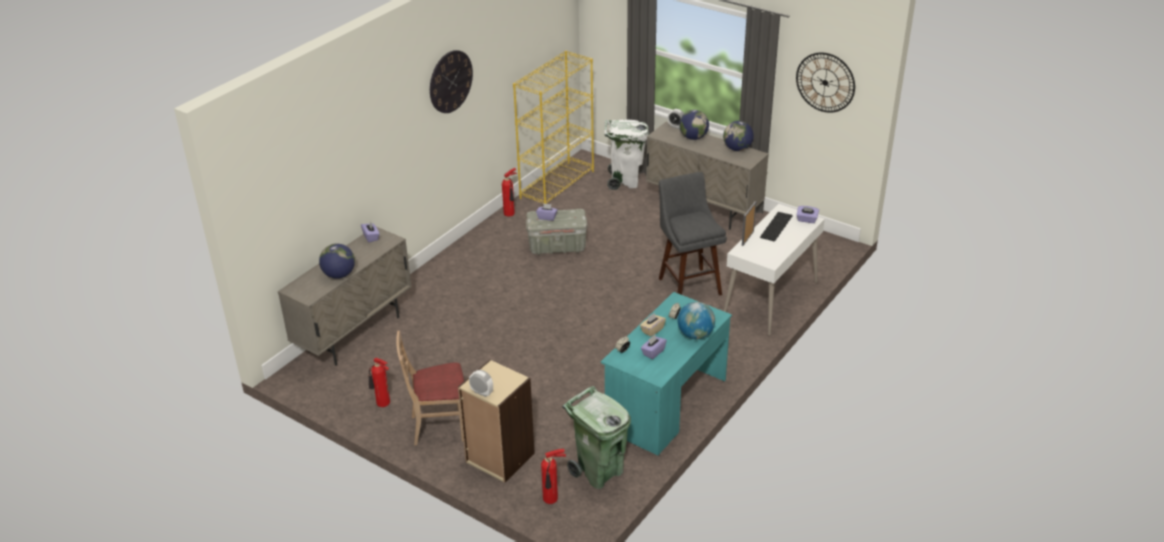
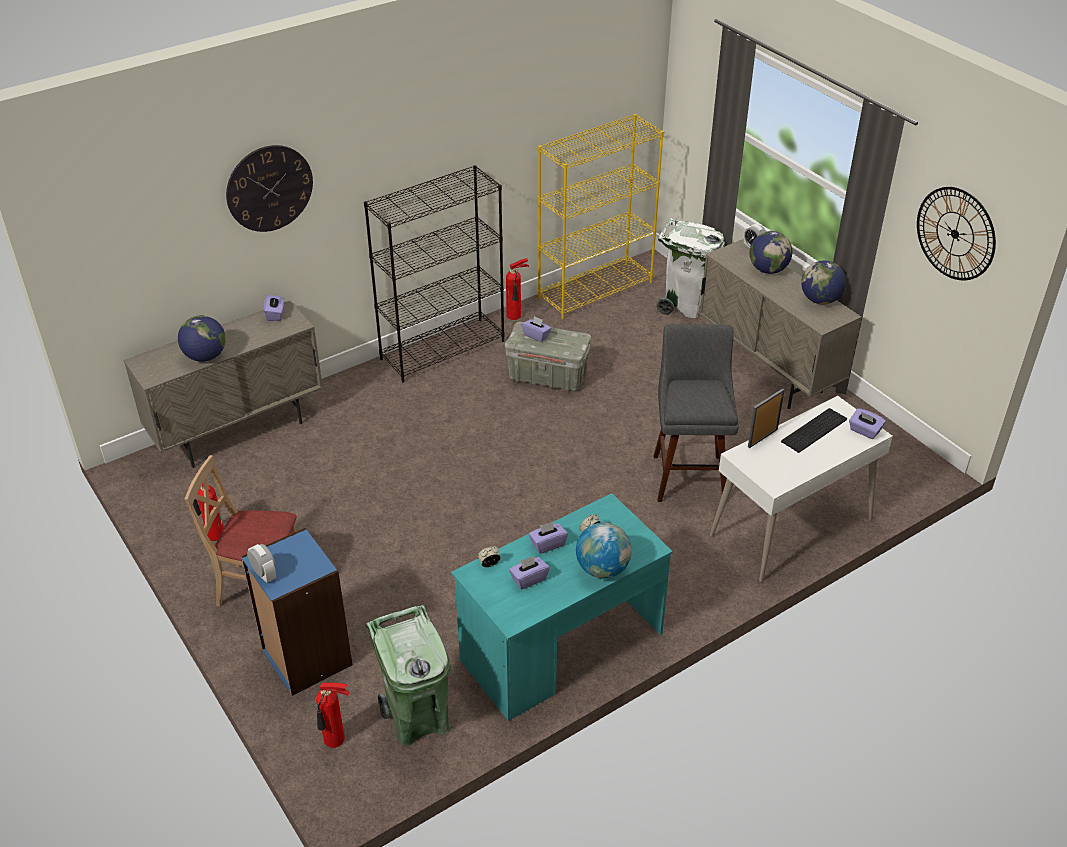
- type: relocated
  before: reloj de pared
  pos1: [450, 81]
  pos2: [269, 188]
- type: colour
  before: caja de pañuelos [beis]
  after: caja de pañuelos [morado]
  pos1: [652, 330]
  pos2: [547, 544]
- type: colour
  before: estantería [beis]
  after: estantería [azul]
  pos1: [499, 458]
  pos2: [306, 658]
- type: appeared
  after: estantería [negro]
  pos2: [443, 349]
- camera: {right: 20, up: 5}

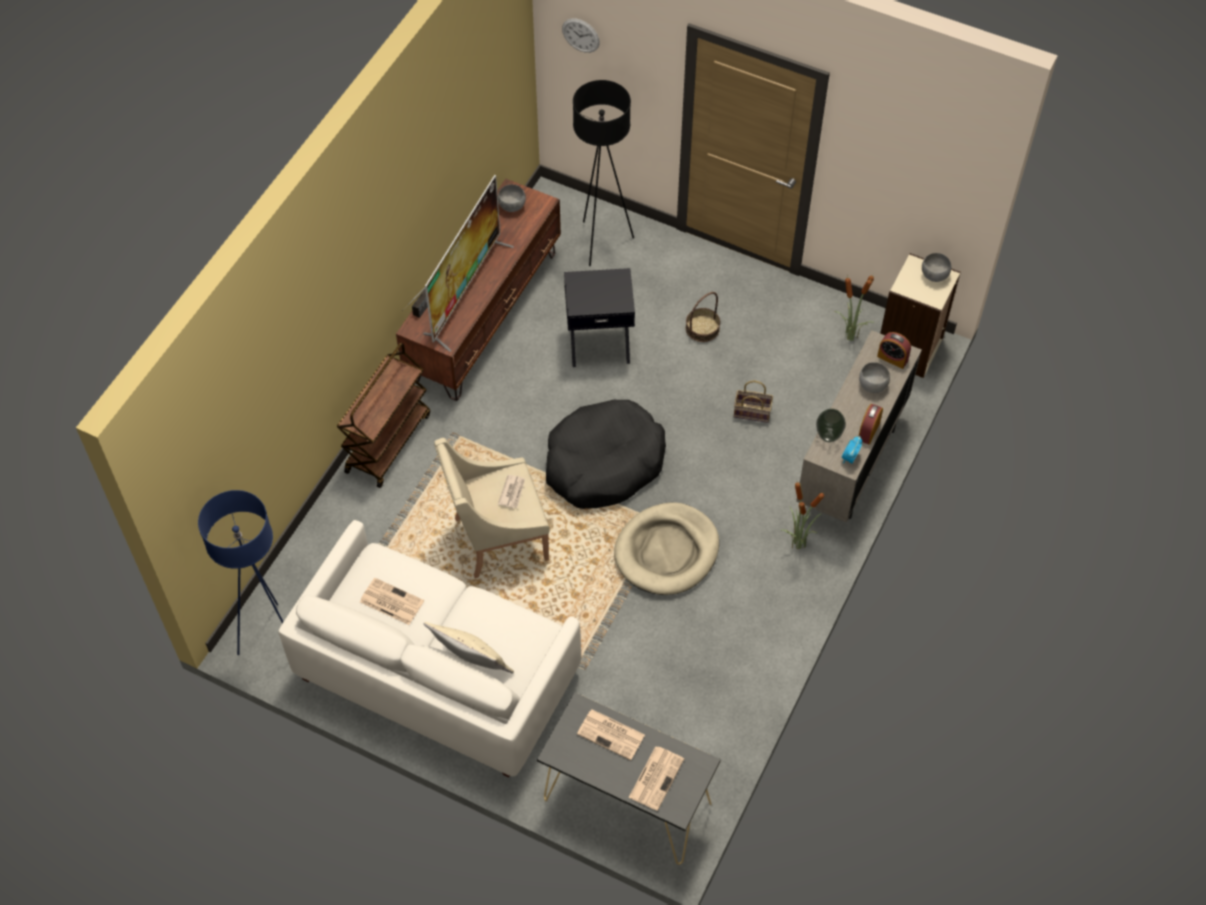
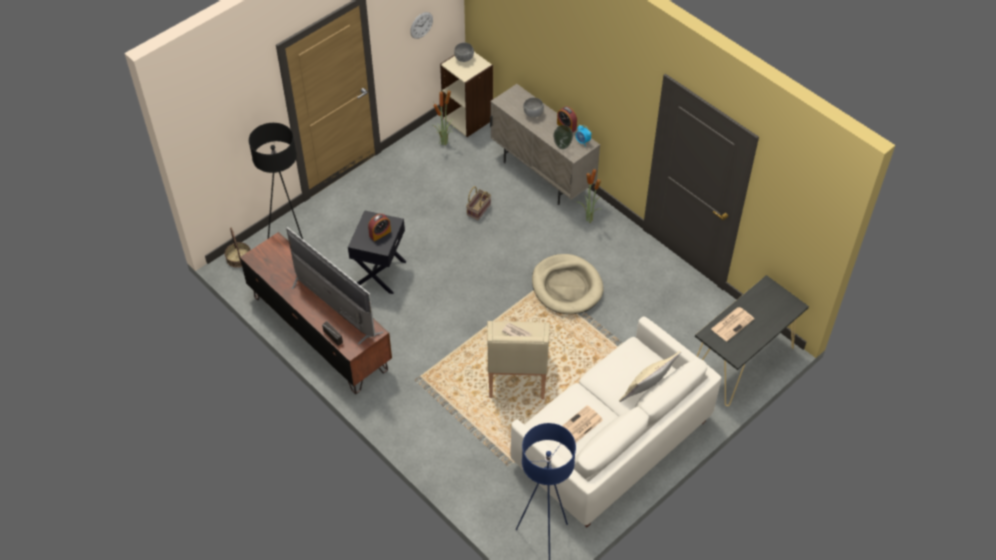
- type: relocated
  before: reloj de pared
  pos1: [580, 35]
  pos2: [421, 25]
- type: missing
  before: cuenco [gris]
  pos1: [512, 207]
- type: relocated
  before: cesta
  pos1: [702, 328]
  pos2: [238, 257]
- type: relocated
  before: despertador
  pos1: [892, 358]
  pos2: [380, 233]
- type: missing
  before: carrito [marrón]
  pos1: [388, 442]
- type: missing
  before: cama para perro [negro]
  pos1: [603, 463]
- type: missing
  before: periódico
  pos1: [656, 777]
- camera: {right: -70, up: -5}

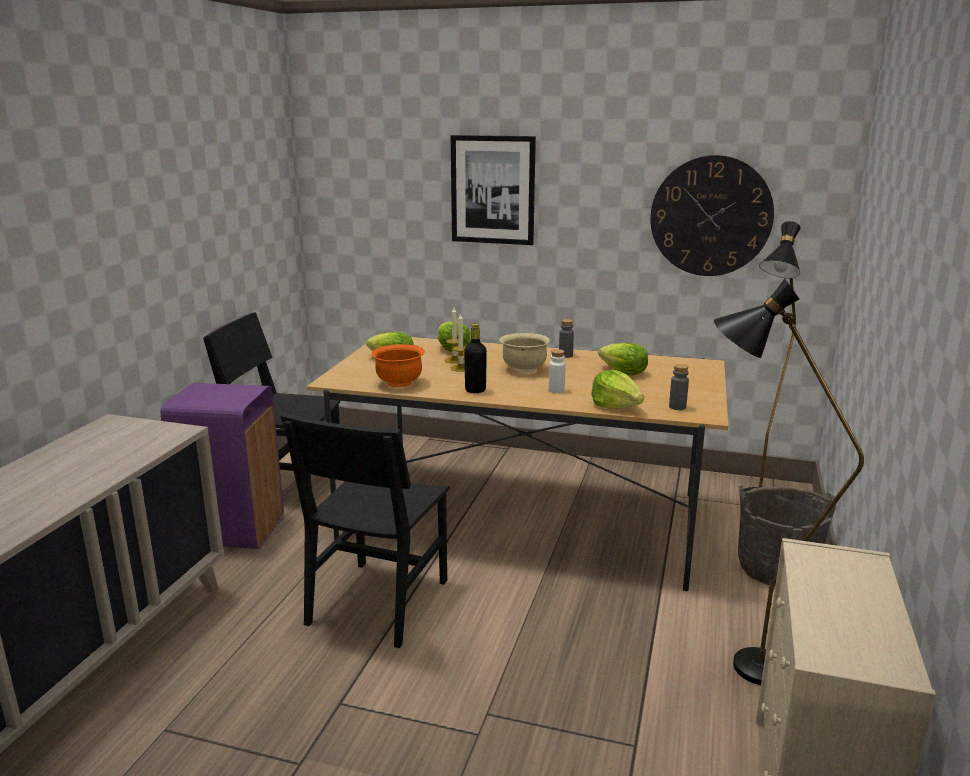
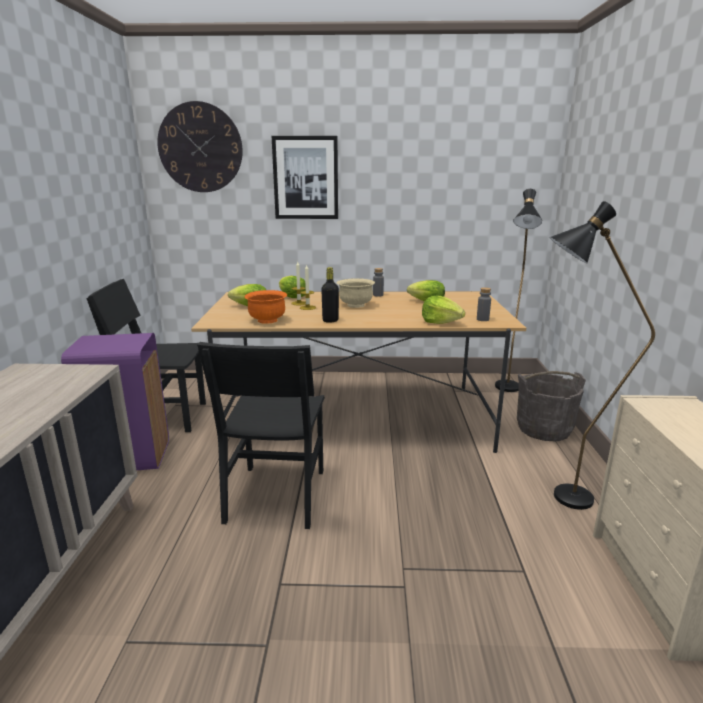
- type: relocated
  before: reloj de pared
  pos1: [710, 216]
  pos2: [200, 148]
- type: missing
  before: botella [blanco]
  pos1: [556, 390]
- camera: {right: -15, up: 0}

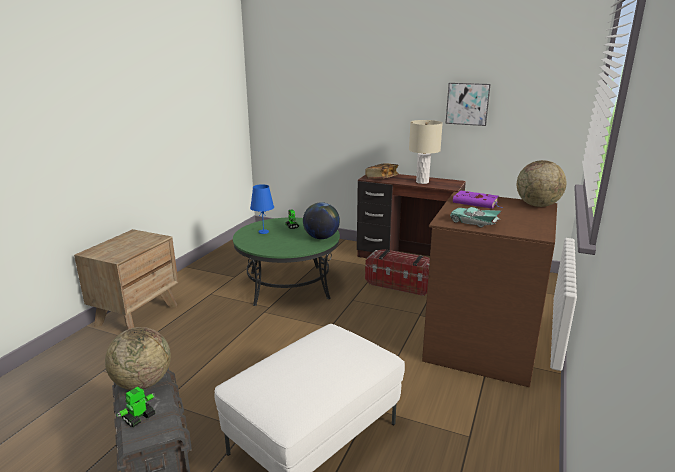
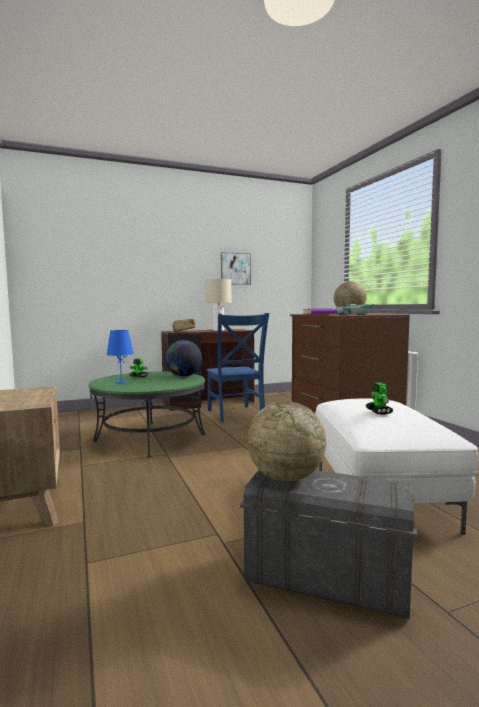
- type: exchanged
  before: caja de almacenaje
  after: silla [azul]
  pos1: [400, 284]
  pos2: [235, 414]
- type: relocated
  before: robot de juguete
  pos1: [138, 418]
  pos2: [379, 412]
- camera: {right: -45, up: -15}

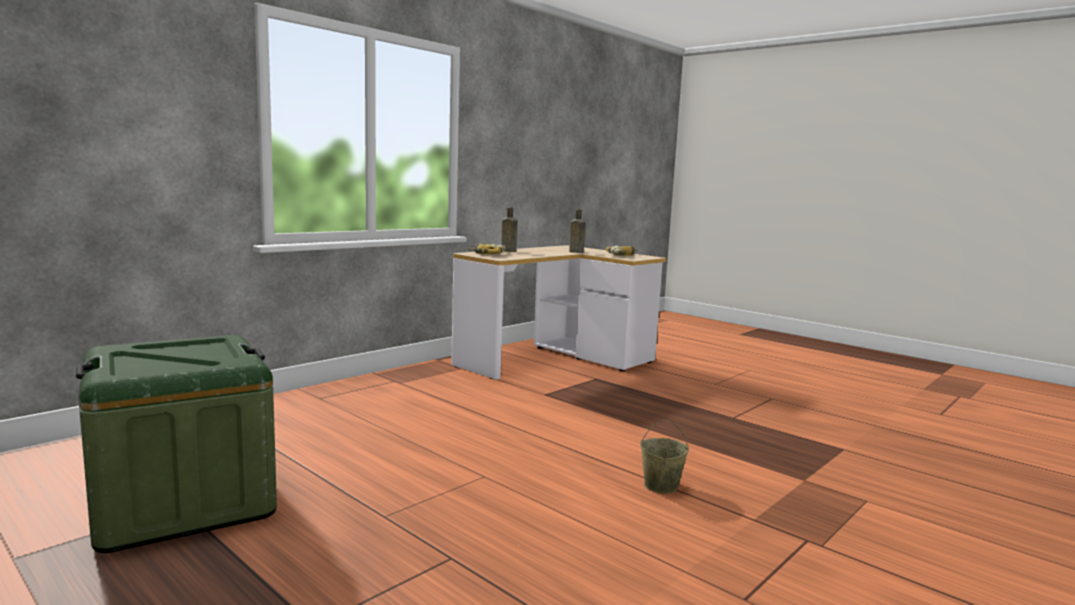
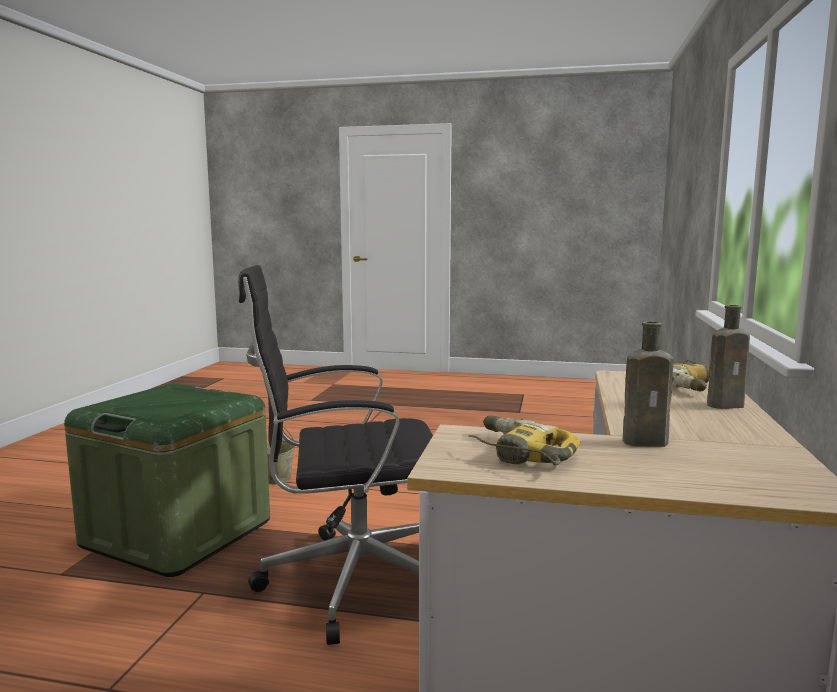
- type: relocated
  before: caja de almacenaje [verde]
  pos1: [183, 502]
  pos2: [177, 533]
- type: appeared
  after: silla de oficina [negro]
  pos2: [351, 580]
- camera: {right: 150, up: 0}

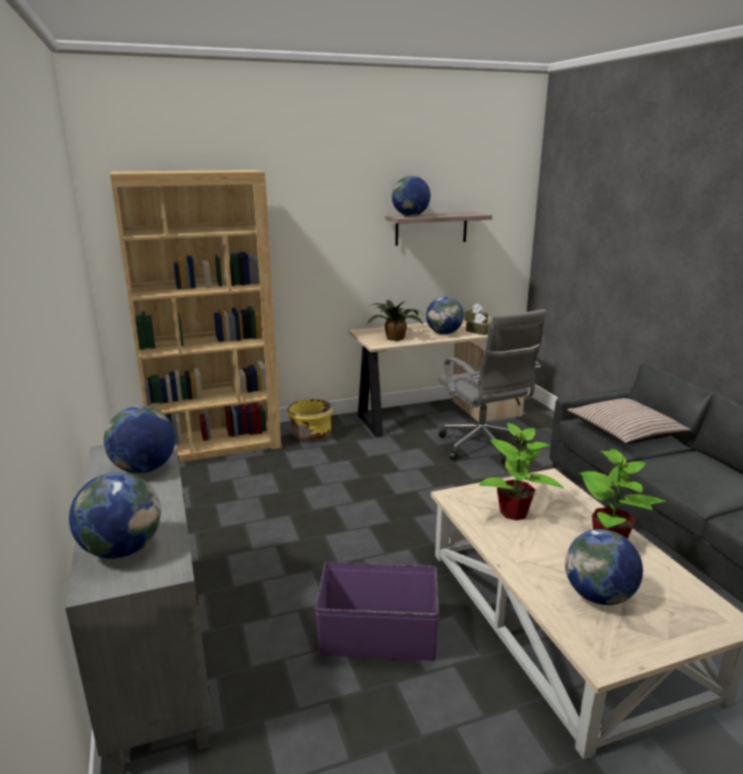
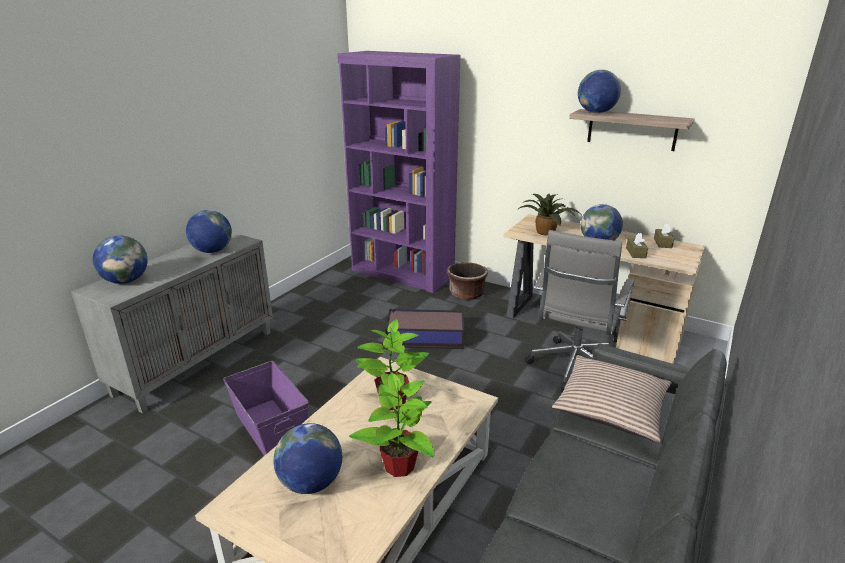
- type: colour
  before: estantería [marrón]
  after: estantería [morado]
  pos1: [216, 445]
  pos2: [402, 273]
- type: colour
  before: maceta [amarillo]
  after: maceta [marrón]
  pos1: [311, 435]
  pos2: [466, 294]
- type: appeared
  after: caja de almacenaje
  pos2: [424, 337]
- camera: {right: 50, up: 5}

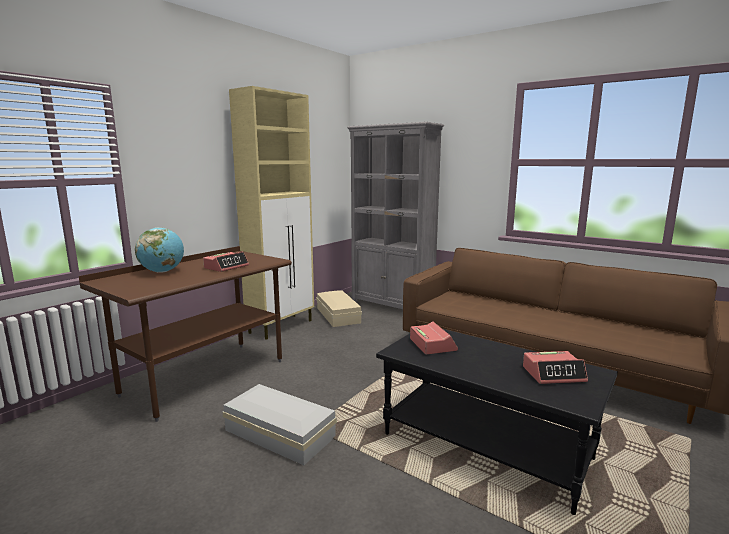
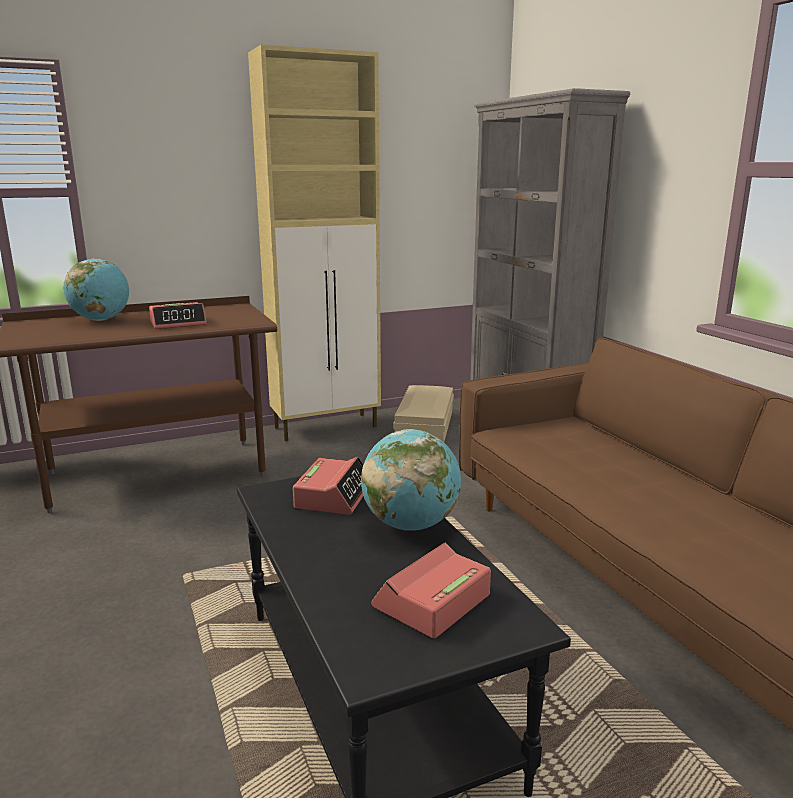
- type: spun
  before: despertador
  pos1: [553, 374]
  pos2: [431, 602]
  turn: 105
- type: missing
  before: caja de almacenaje [blanco]
  pos1: [279, 432]
- type: appeared
  after: globo terráqueo
  pos2: [410, 525]
- camera: {right: 30, up: 5}

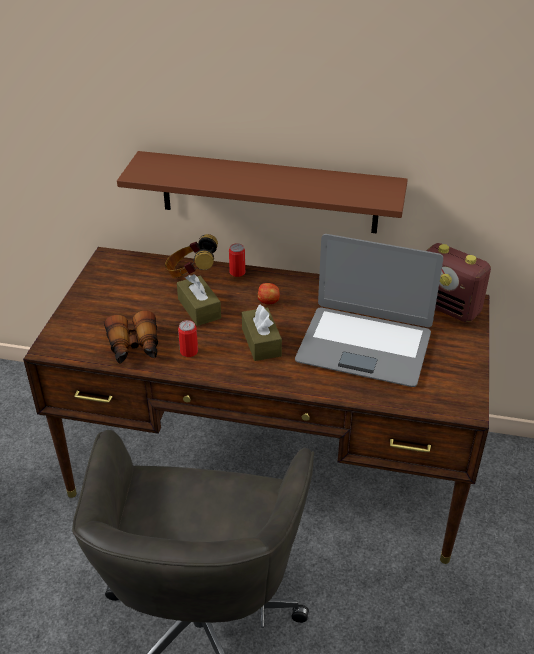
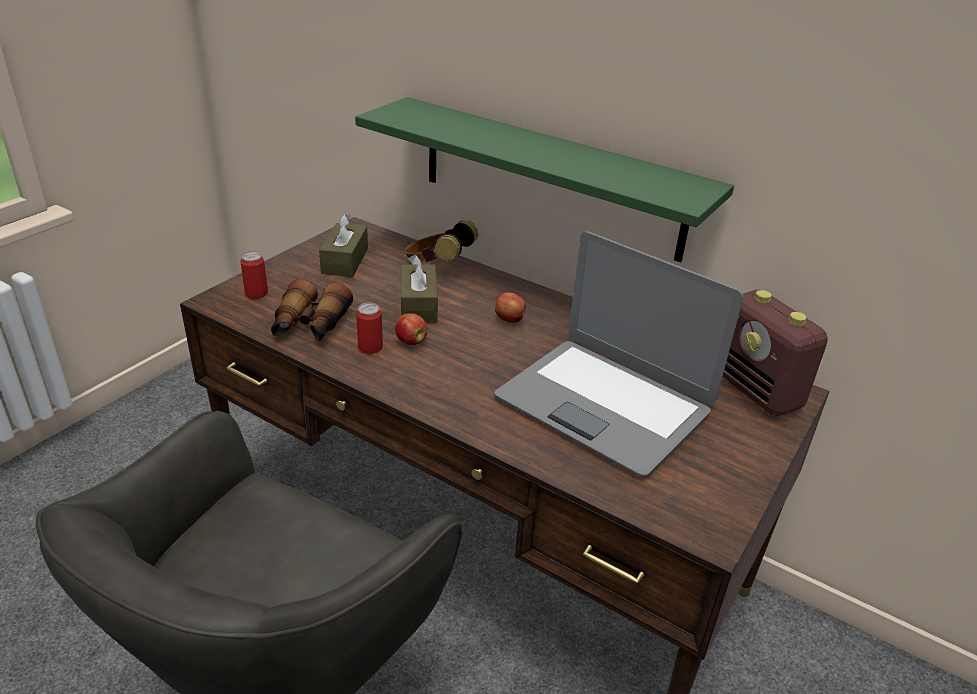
- type: colour
  before: estante [marrón]
  after: estante [verde]
  pos1: [269, 192]
  pos2: [550, 178]
- type: relocated
  before: lata
  pos1: [237, 272]
  pos2: [256, 293]
- type: relocated
  before: caja de pañuelos [marrón]
  pos1: [261, 342]
  pos2: [345, 261]
- type: appeared
  after: manzana
  pos2: [410, 341]
- camera: {right: 20, up: -5}

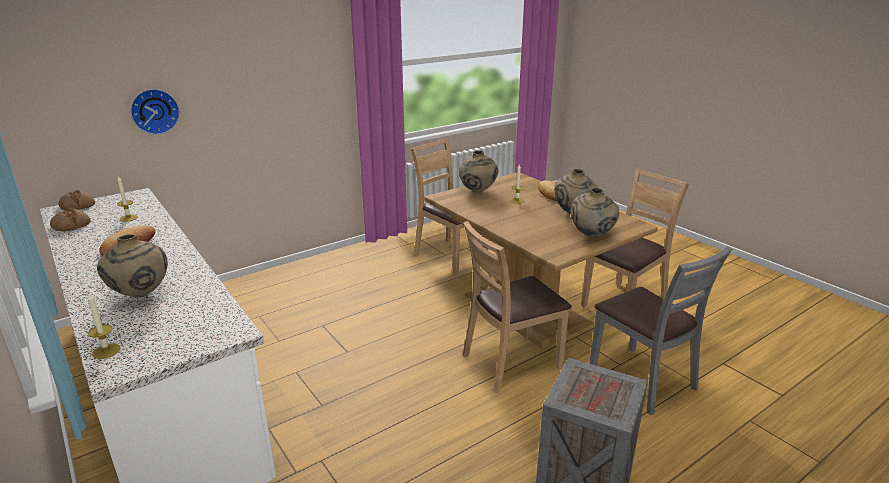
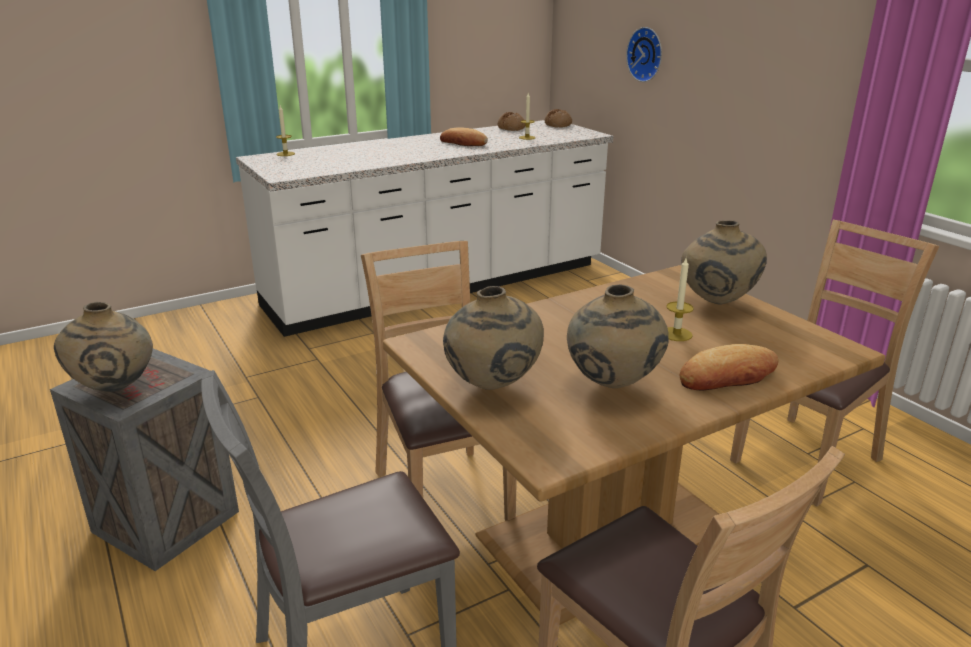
- type: relocated
  before: florero [beis]
  pos1: [140, 295]
  pos2: [115, 388]
- camera: {right: 95, up: 0}

